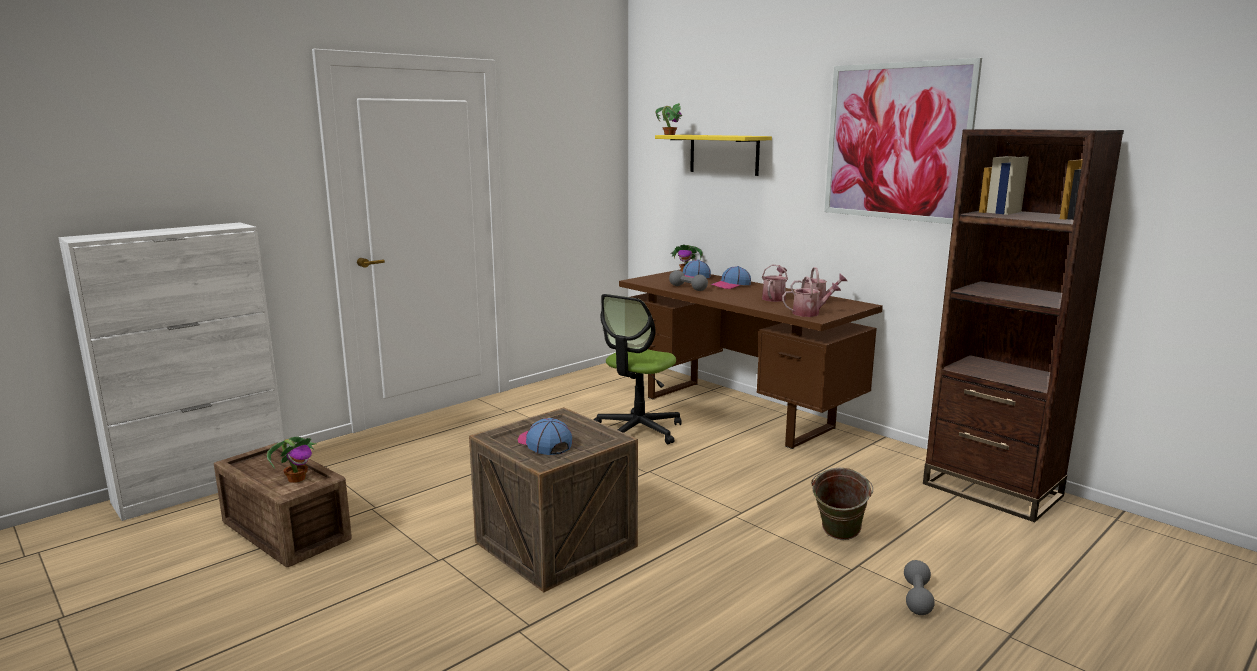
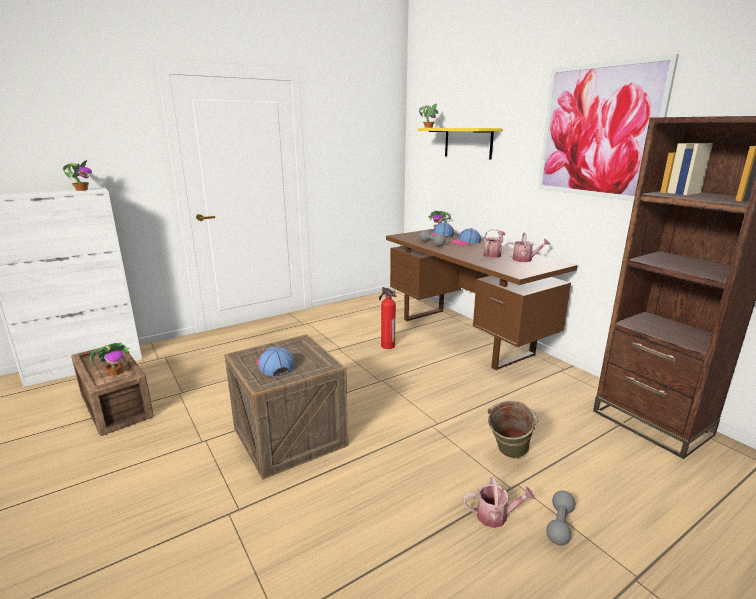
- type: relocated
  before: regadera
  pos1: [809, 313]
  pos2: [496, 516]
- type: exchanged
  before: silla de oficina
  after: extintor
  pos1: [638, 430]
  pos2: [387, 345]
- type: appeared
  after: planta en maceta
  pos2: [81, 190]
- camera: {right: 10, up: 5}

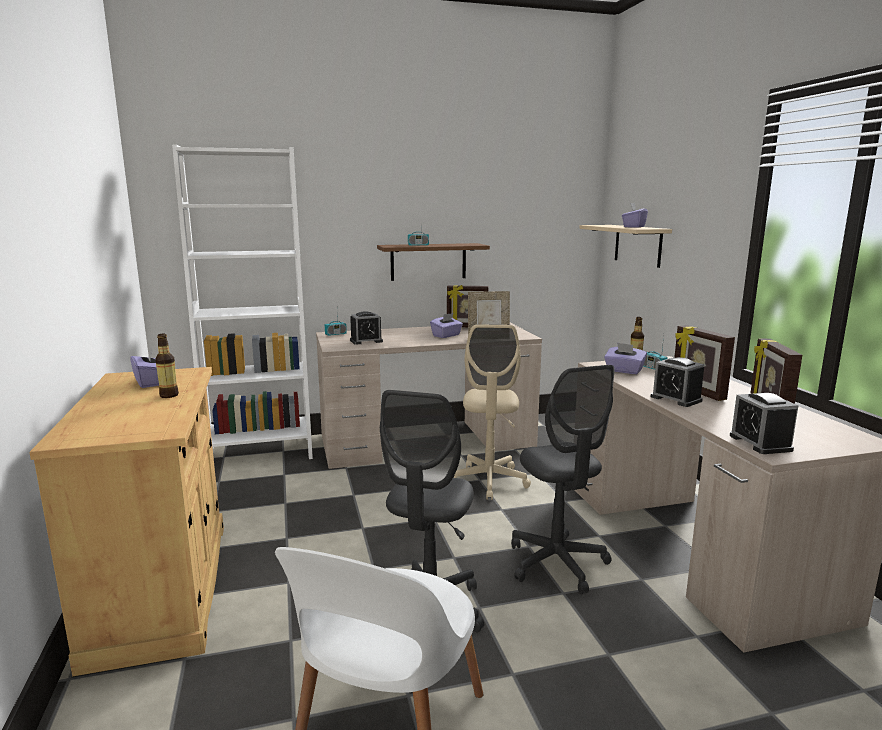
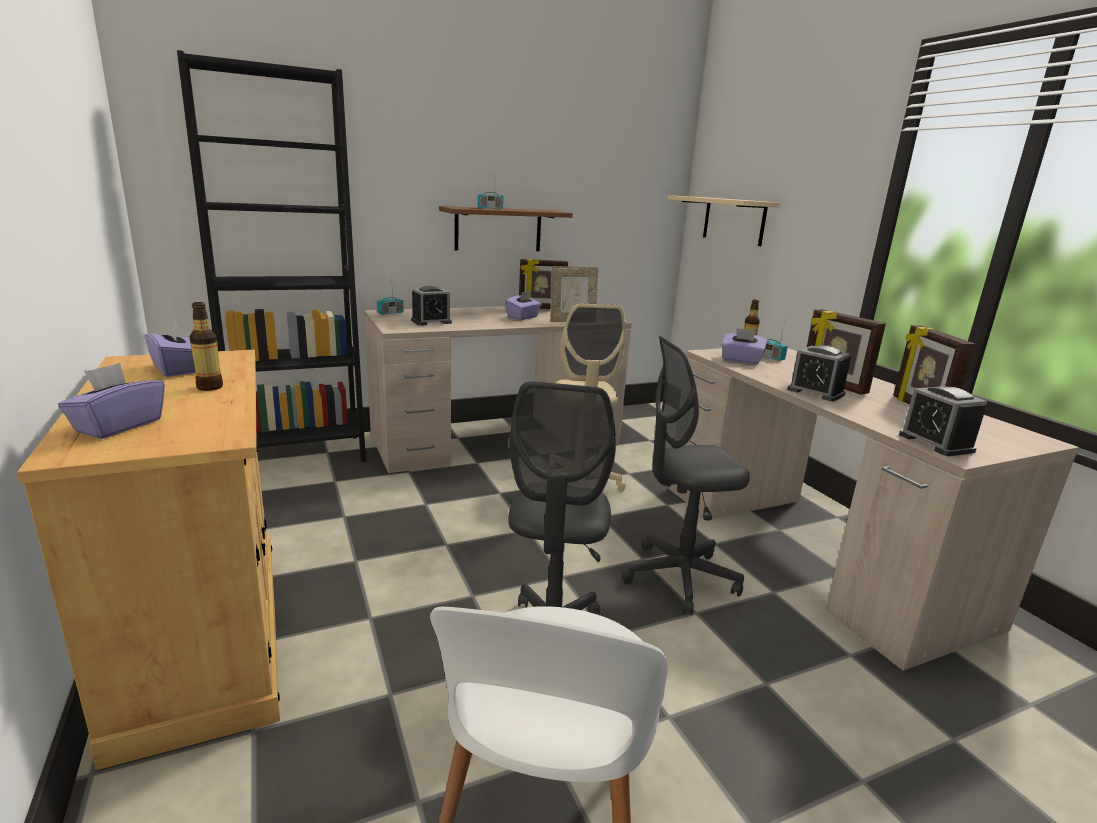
- type: colour
  before: estantería [blanco]
  after: estantería [negro]
  pos1: [260, 452]
  pos2: [298, 454]
- type: relocated
  before: caja de pañuelos [morado]
  pos1: [633, 227]
  pos2: [118, 426]
- type: spun
  before: silla de oficina [gris]
  pos1: [557, 563]
  pos2: [679, 578]
  turn: 105
- camera: {right: -10, up: 5}

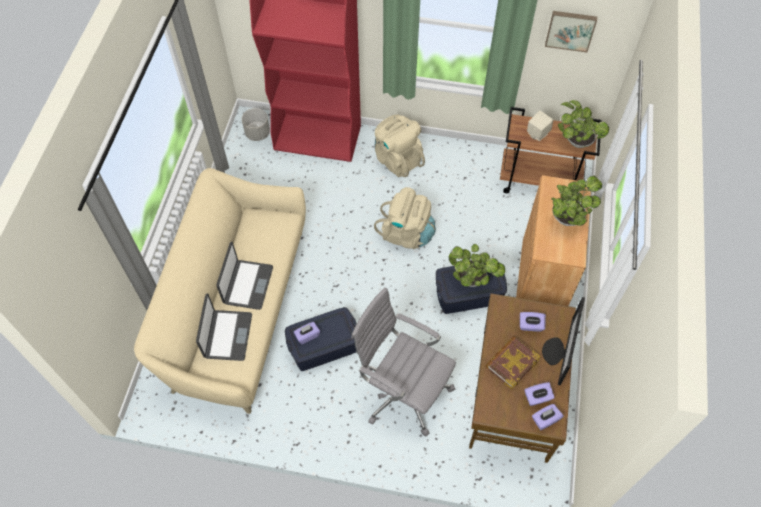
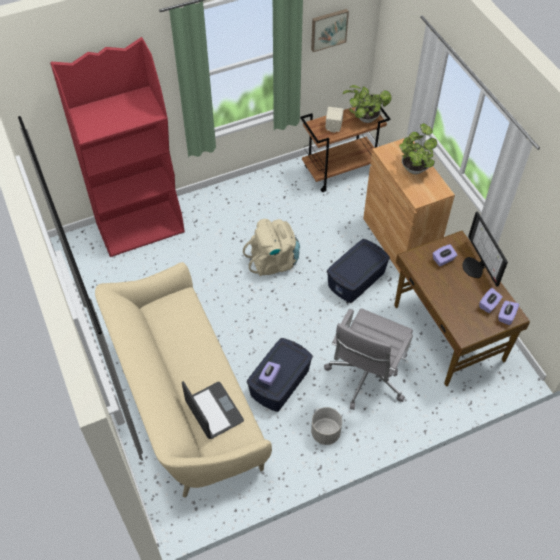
- type: relocated
  before: maceta [gris]
  pos1: [257, 133]
  pos2: [325, 433]
- type: missing
  before: mochila [beis]
  pos1: [397, 159]
- type: missing
  before: portátil
  pos1: [247, 285]
- type: missing
  before: planta en maceta
  pos1: [473, 279]
- type: spun
  before: silla de oficina [gris]
  pos1: [403, 390]
  pos2: [366, 376]
  turn: -60
- type: missing
  before: libro
  pos1: [511, 363]
- camera: {right: -35, up: -5}

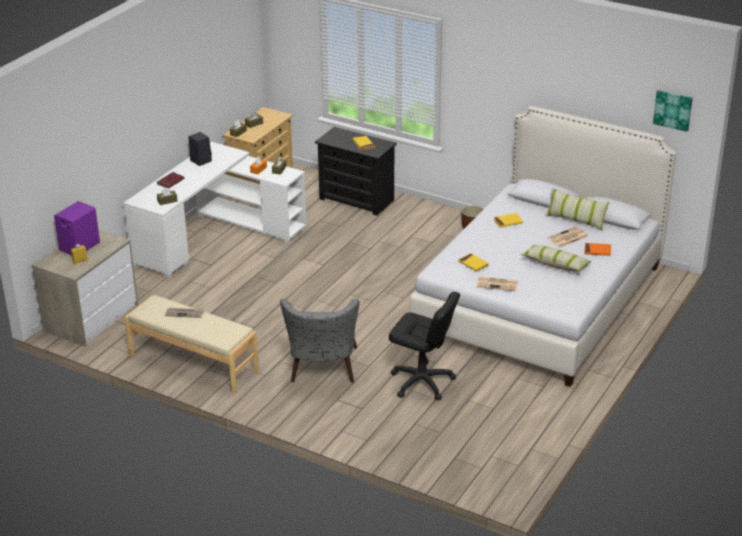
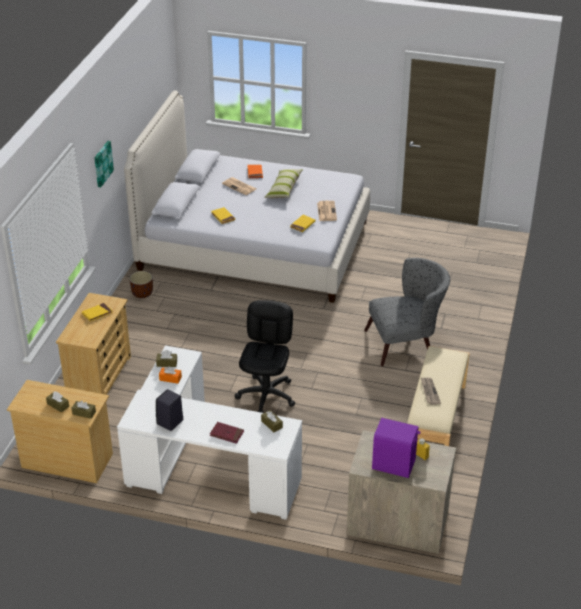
- type: relocated
  before: cuadro
  pos1: [673, 110]
  pos2: [102, 163]
- type: colour
  before: cómoda [negro]
  after: cómoda [beis]
  pos1: [357, 200]
  pos2: [99, 376]
- type: missing
  before: cojín
  pos1: [575, 220]
- type: relocated
  before: silla de oficina [negro]
  pos1: [422, 382]
  pos2: [266, 395]
- camera: {right: -105, up: 5}

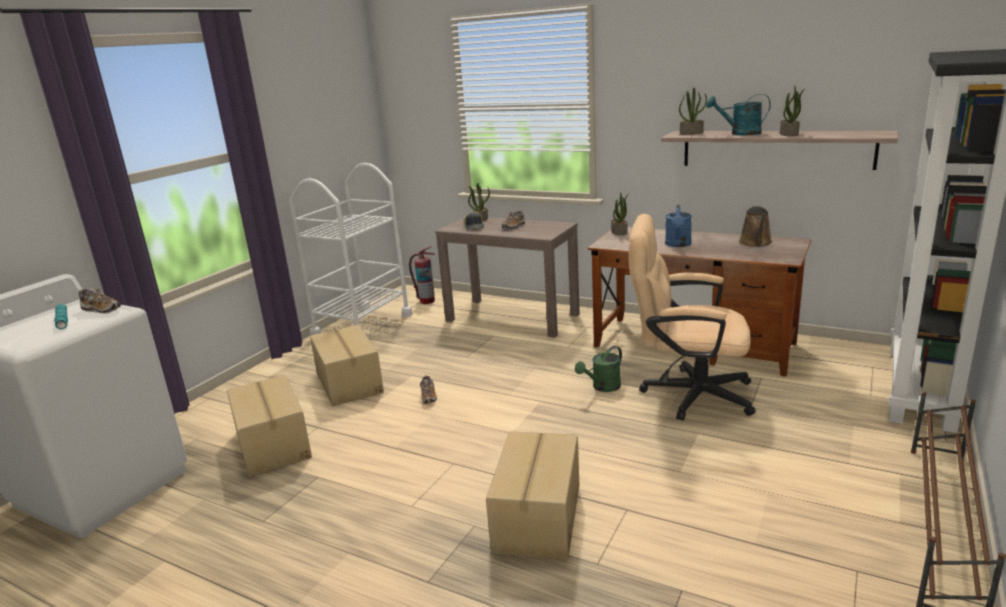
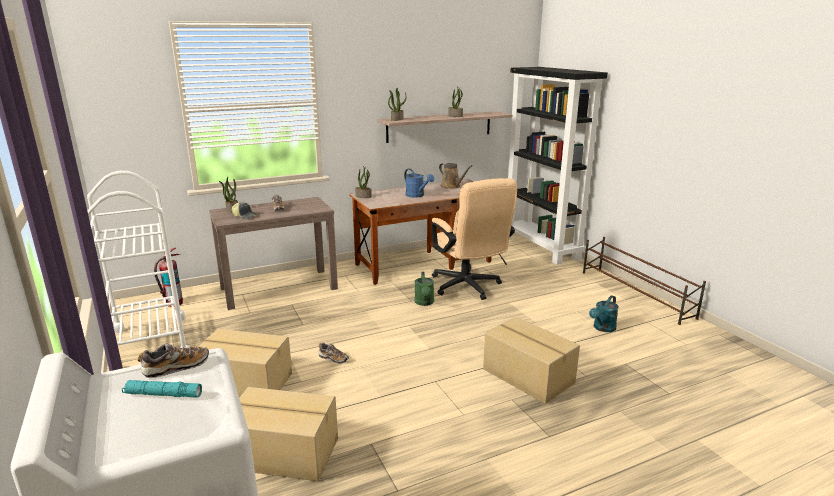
- type: relocated
  before: regadera [turquesa]
  pos1: [740, 133]
  pos2: [602, 328]
- type: spun
  before: silla de oficina [beis]
  pos1: [686, 394]
  pos2: [468, 288]
  turn: -75
- camera: {right: -55, up: 0}

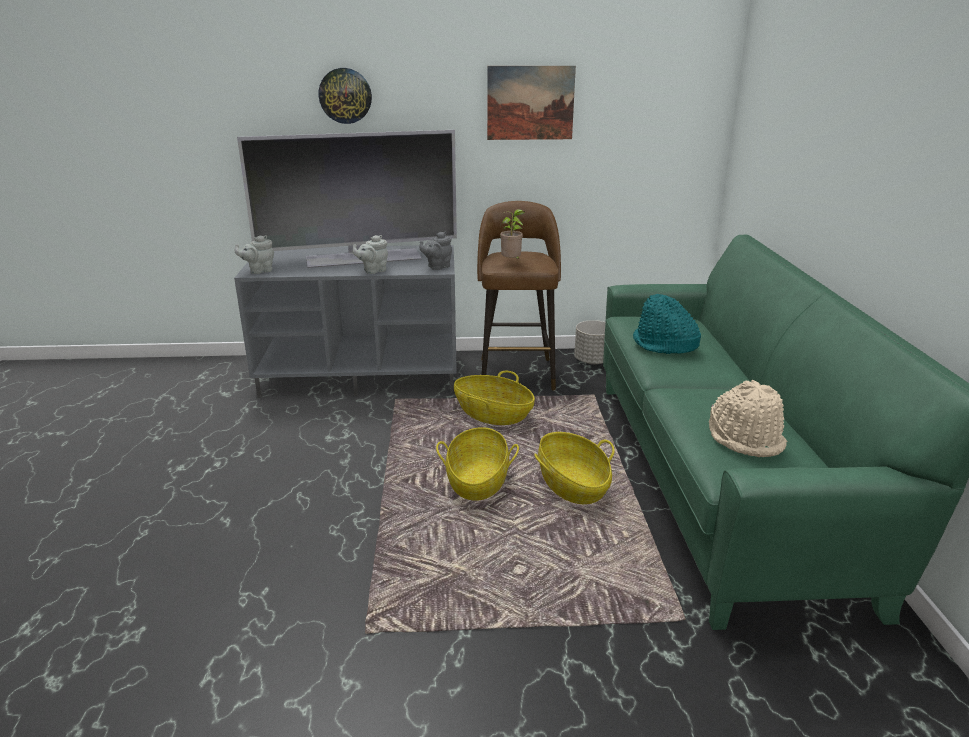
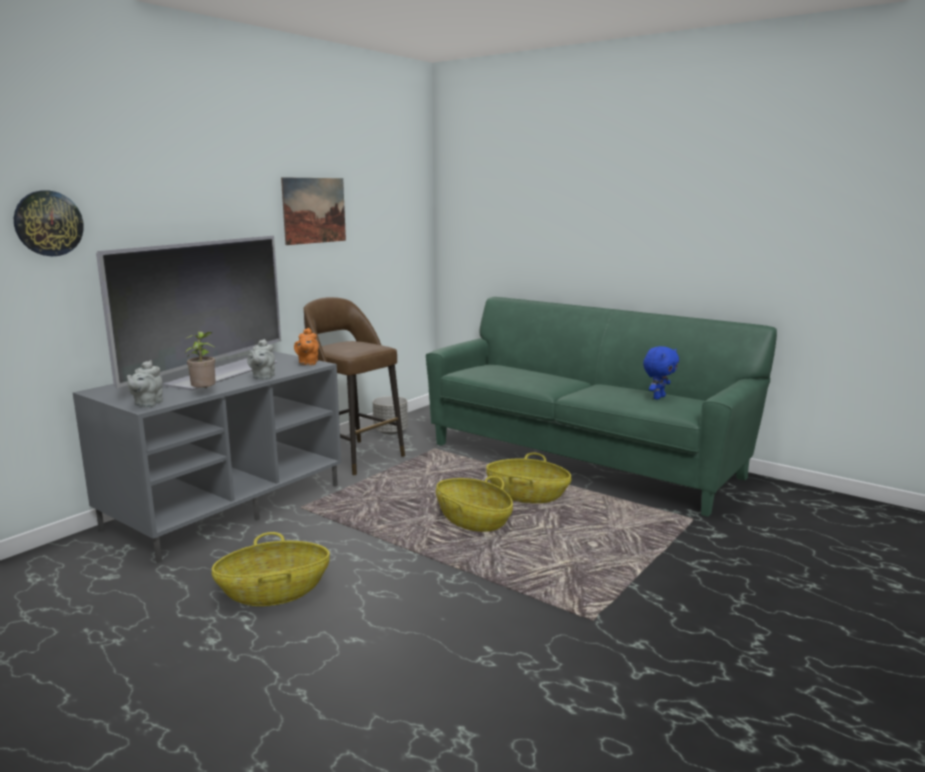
- type: relocated
  before: reloj de pared
  pos1: [345, 96]
  pos2: [48, 223]
- type: relocated
  before: planta en maceta
  pos1: [512, 262]
  pos2: [204, 393]
- type: colour
  before: tetera [gris]
  after: tetera [naranja]
  pos1: [437, 267]
  pos2: [308, 363]
- type: missing
  before: sombrero [turquesa]
  pos1: [664, 345]
- type: relocated
  before: cesta
  pos1: [493, 415]
  pos2: [274, 592]
- type: exchanged
  before: sombrero [beis]
  after: peluche [azul]
  pos1: [746, 438]
  pos2: [658, 397]
- camera: {right: -50, up: -10}

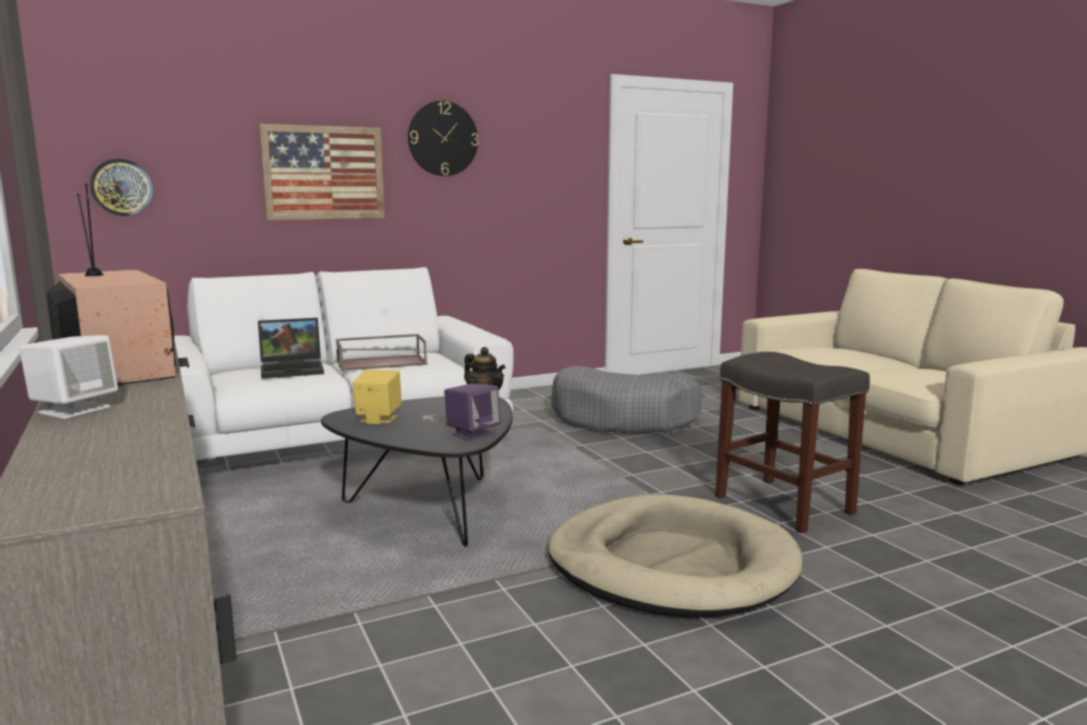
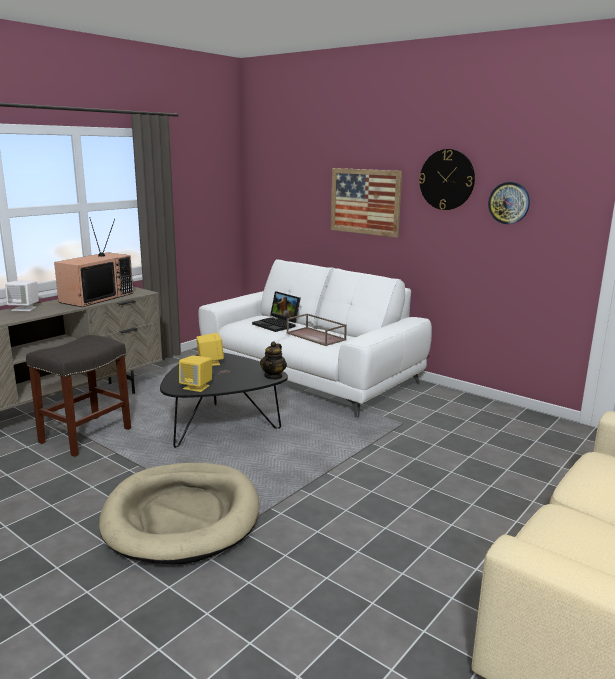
- type: relocated
  before: reloj de pared
  pos1: [122, 187]
  pos2: [509, 203]
- type: relocated
  before: taburete [gris]
  pos1: [785, 505]
  pos2: [85, 436]
- type: missing
  before: cama para perro [gris]
  pos1: [624, 418]
- type: colour
  before: altavoz [morado]
  after: altavoz [amarillo]
  pos1: [472, 434]
  pos2: [197, 387]
- camera: {right: 65, up: 5}

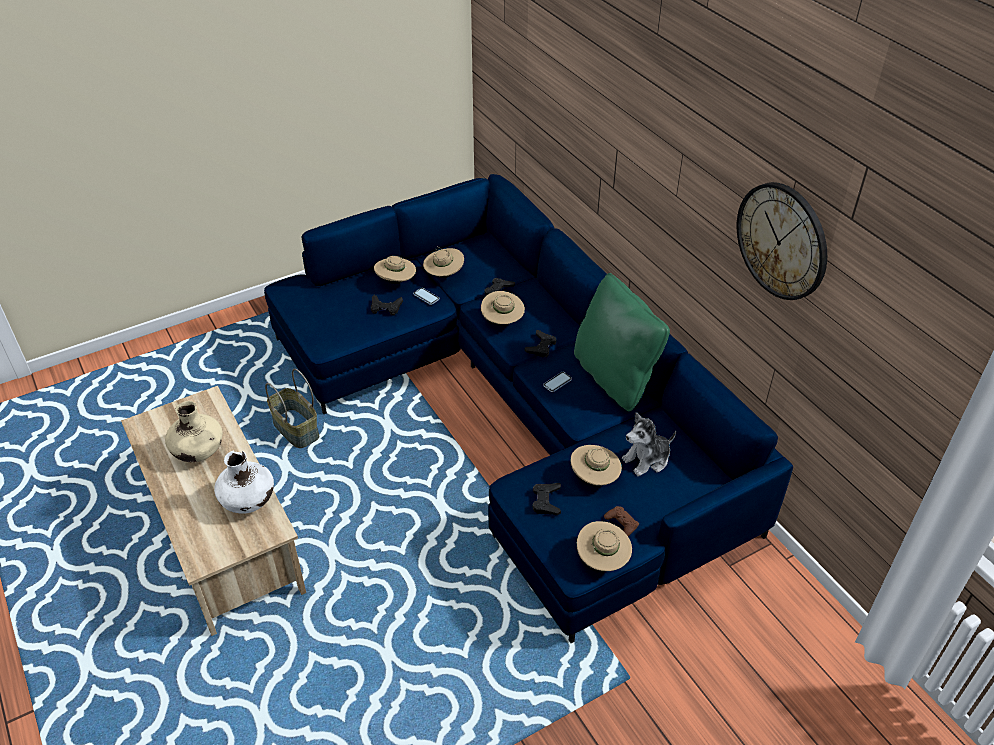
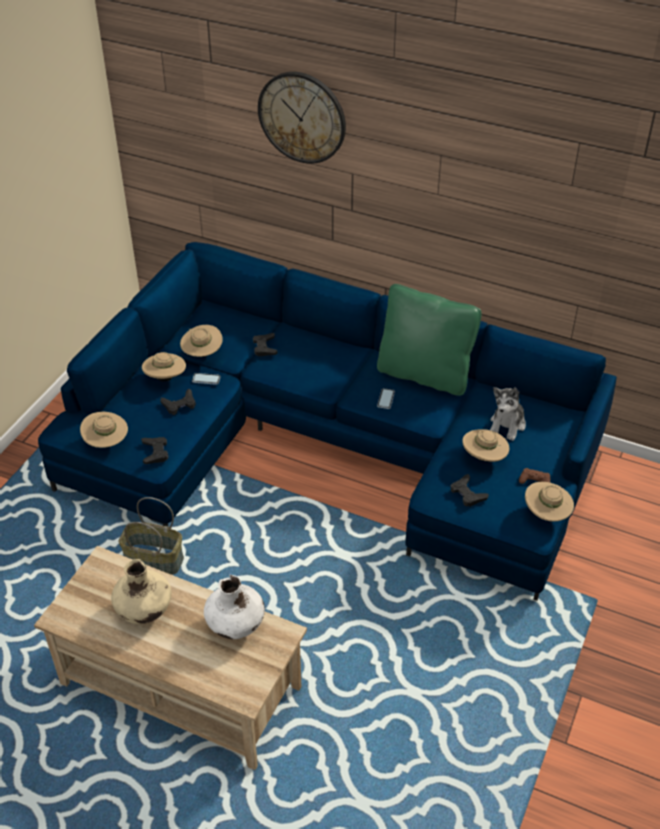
- type: relocated
  before: reloj de pared
  pos1: [782, 241]
  pos2: [302, 117]
- type: relocated
  before: sombrero [beis]
  pos1: [502, 321]
  pos2: [106, 442]
- type: relocated
  before: mando de consola [negro]
  pos1: [541, 347]
  pos2: [155, 452]
- camera: {right: -35, up: 0}

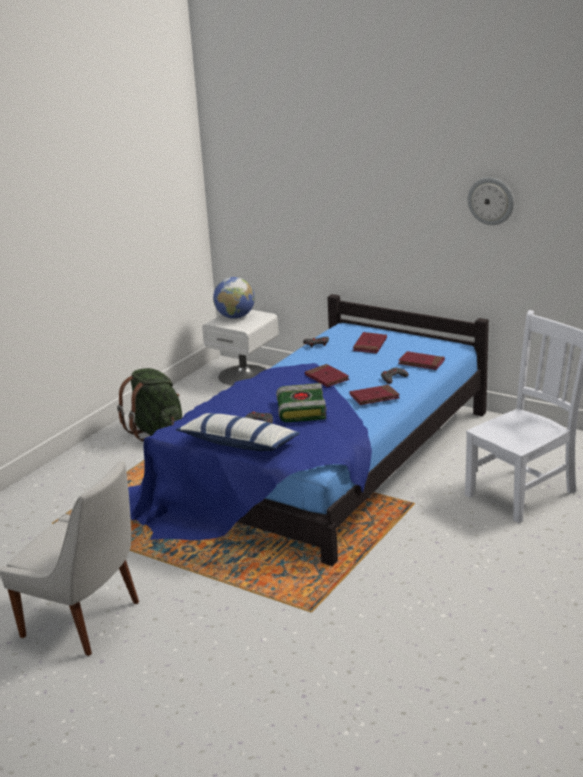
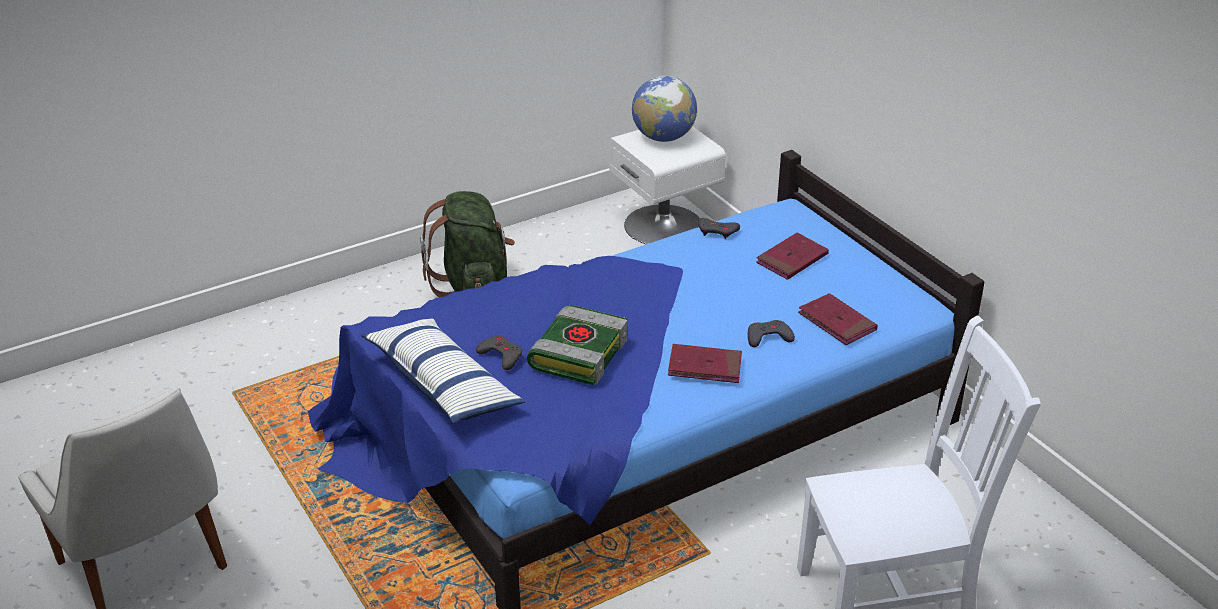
- type: missing
  before: reloj de pared
  pos1: [491, 201]
- type: missing
  before: libro [rojo]
  pos1: [327, 378]
- camera: {right: 25, up: 10}

